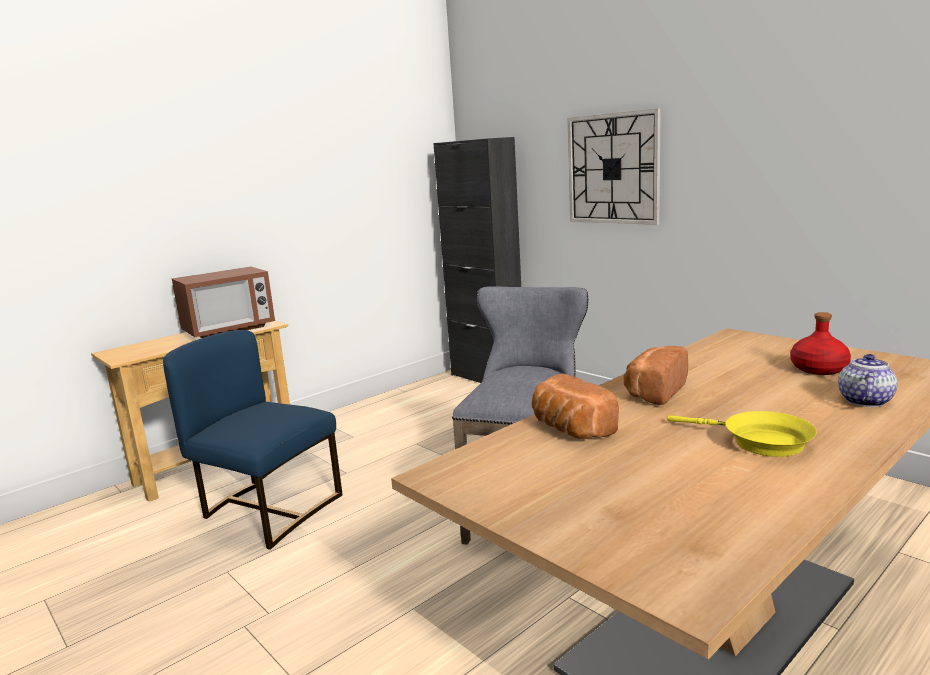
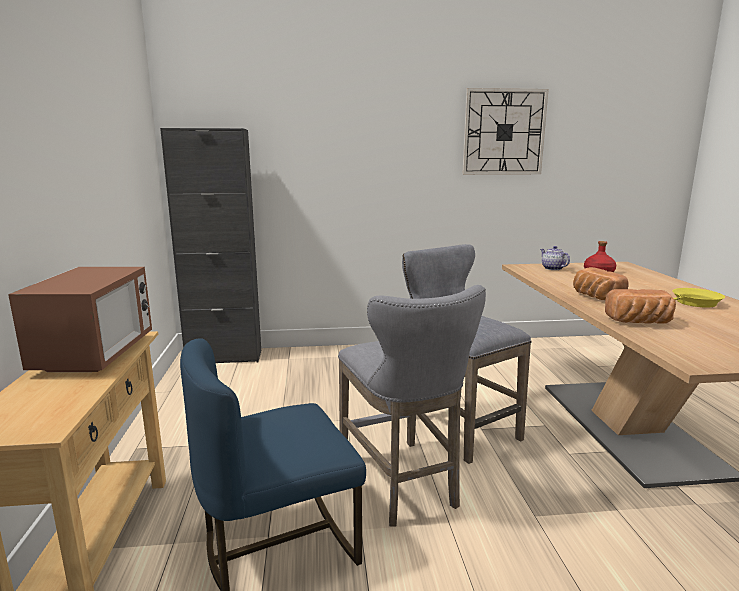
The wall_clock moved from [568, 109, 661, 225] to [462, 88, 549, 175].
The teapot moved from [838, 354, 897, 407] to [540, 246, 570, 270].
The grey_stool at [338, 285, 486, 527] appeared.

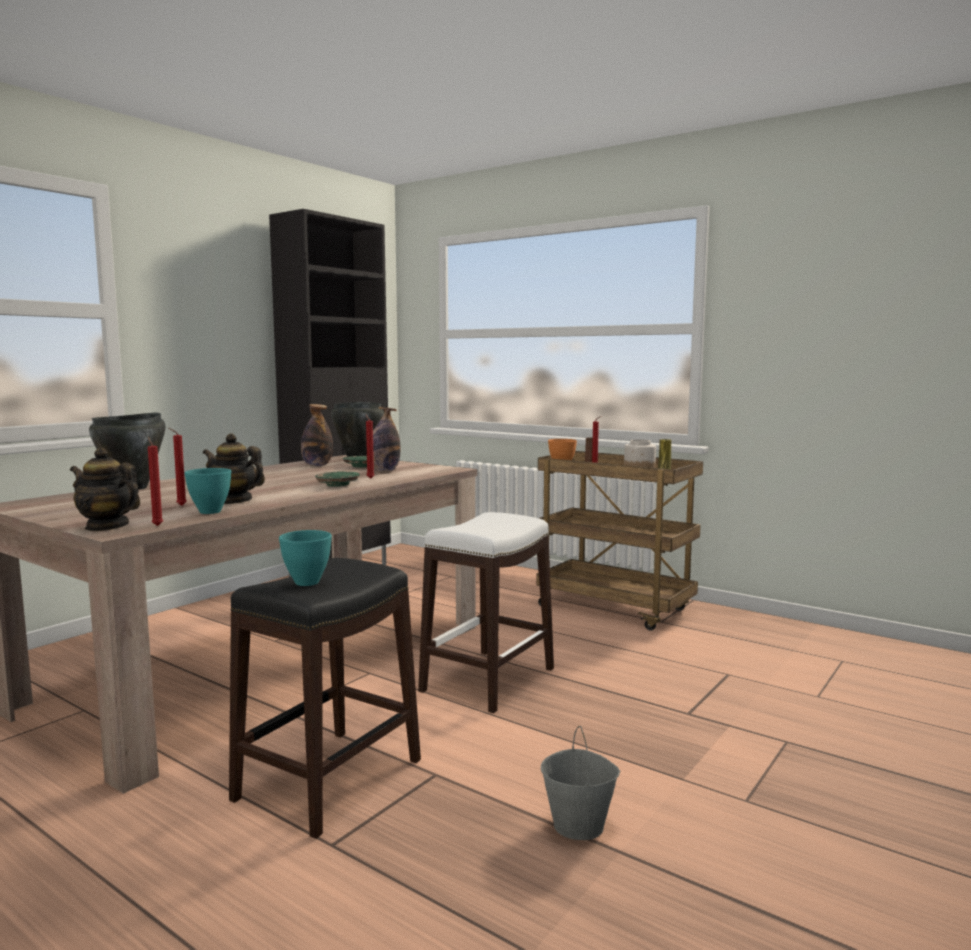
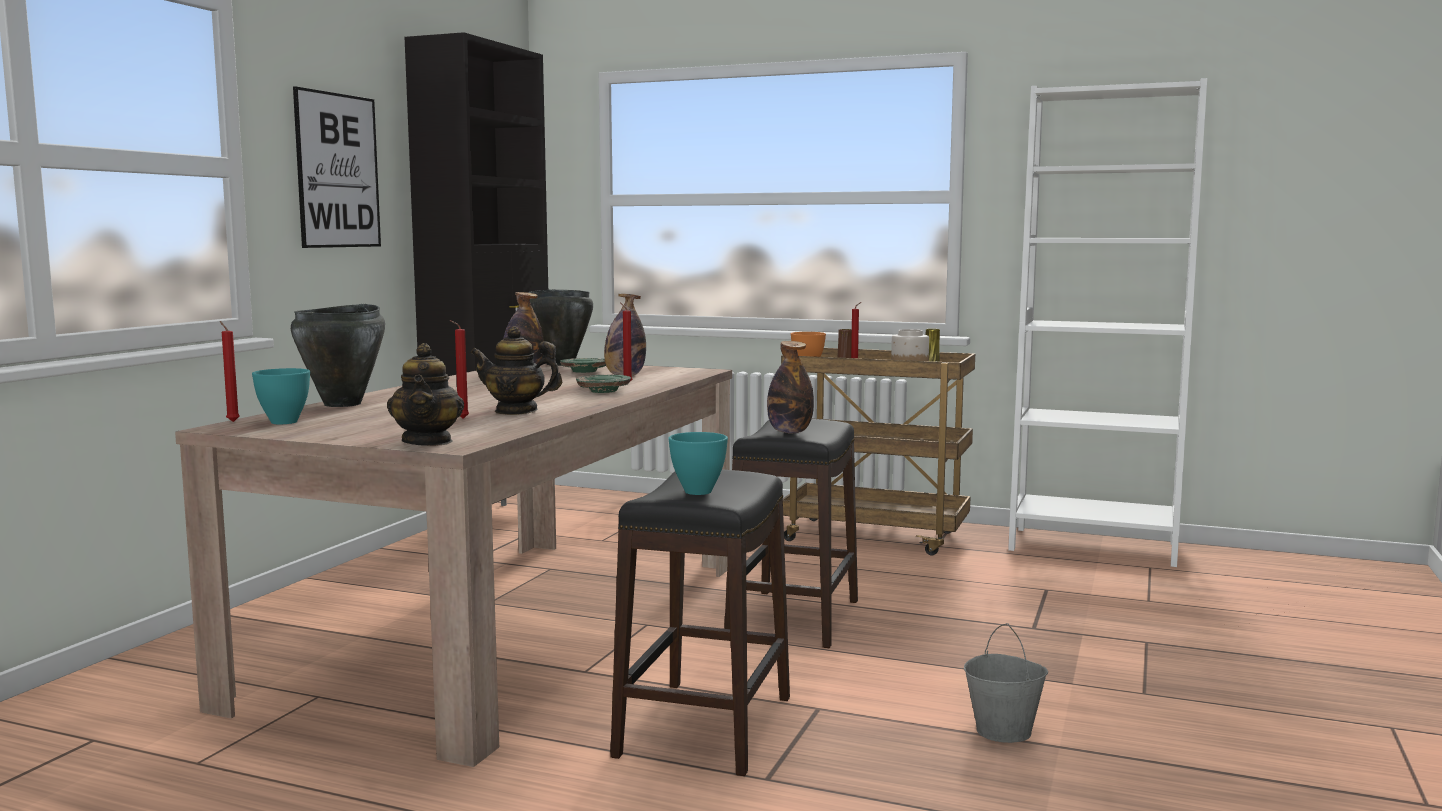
The teapot at [70, 448, 140, 531] turned 105 degrees counterclockwise.
The red_candle moved from [148, 437, 163, 526] to [220, 321, 240, 422].
The turquoise_bowl moved from [185, 468, 231, 514] to [252, 368, 310, 424].
The white_stool at [418, 512, 554, 713] became the black_stool at [724, 419, 858, 648].
The picture at [293, 86, 381, 248] appeared.
The bottle at [767, 341, 814, 433] appeared.
The white_bookcase at [1008, 78, 1207, 567] appeared.

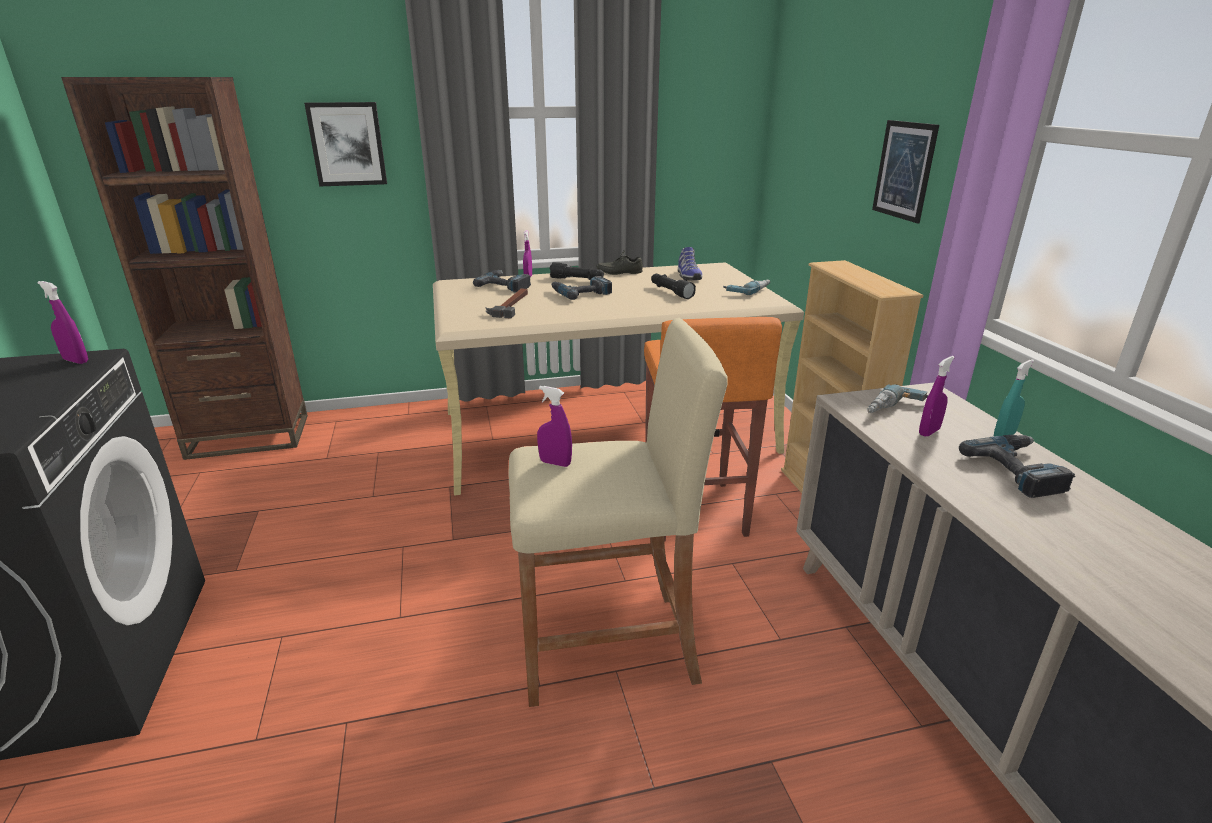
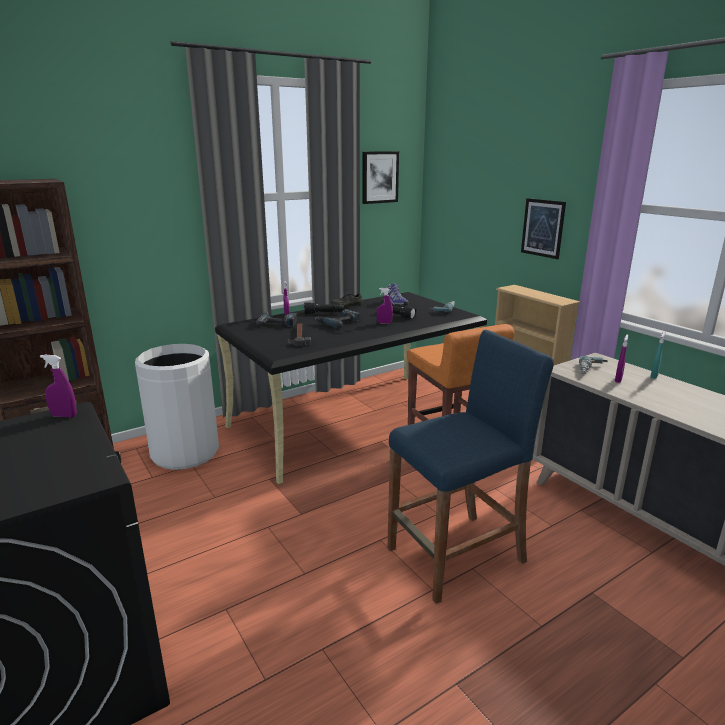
The picture moved from [304, 102, 387, 187] to [363, 151, 399, 204].
The beige_desk at [433, 262, 804, 495] became the black_desk at [215, 292, 487, 484].
The beige_stool at [509, 318, 727, 707] became the blue_stool at [387, 330, 554, 604].
The purple_spray_bottle moved from [537, 386, 572, 467] to [377, 288, 393, 324].
The power_drill at [959, 435, 1075, 498] disappeared.
The white_trash_can at [135, 344, 219, 470] appeared.

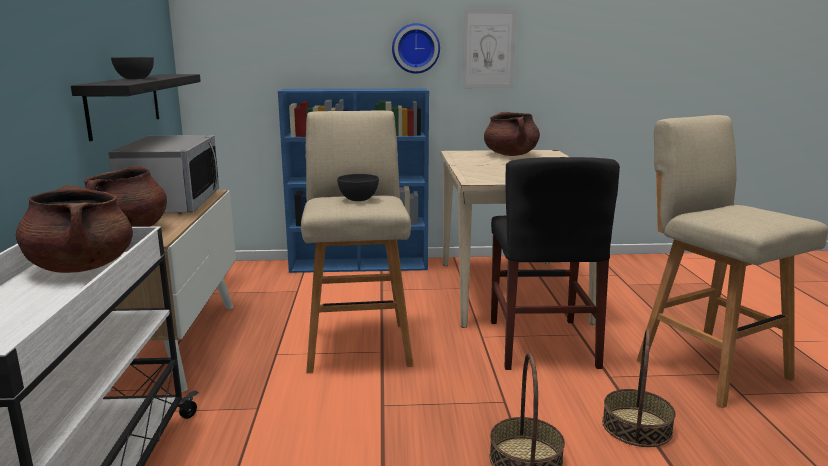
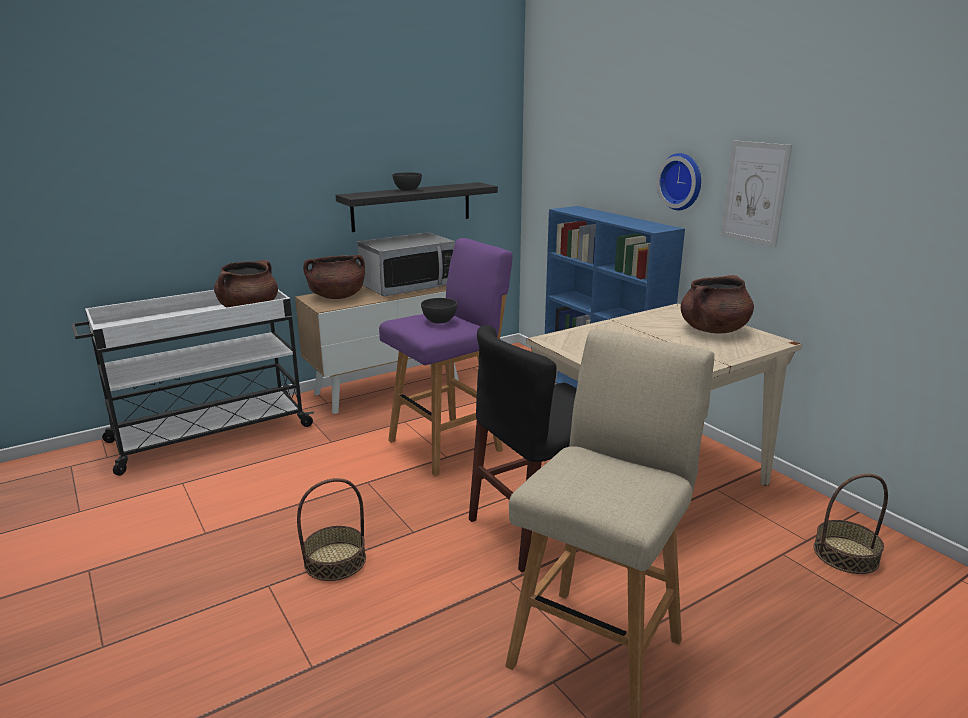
The beige_stool at [301, 111, 414, 373] became the purple_stool at [379, 238, 513, 476].
The basket moved from [602, 329, 676, 447] to [814, 474, 888, 574].

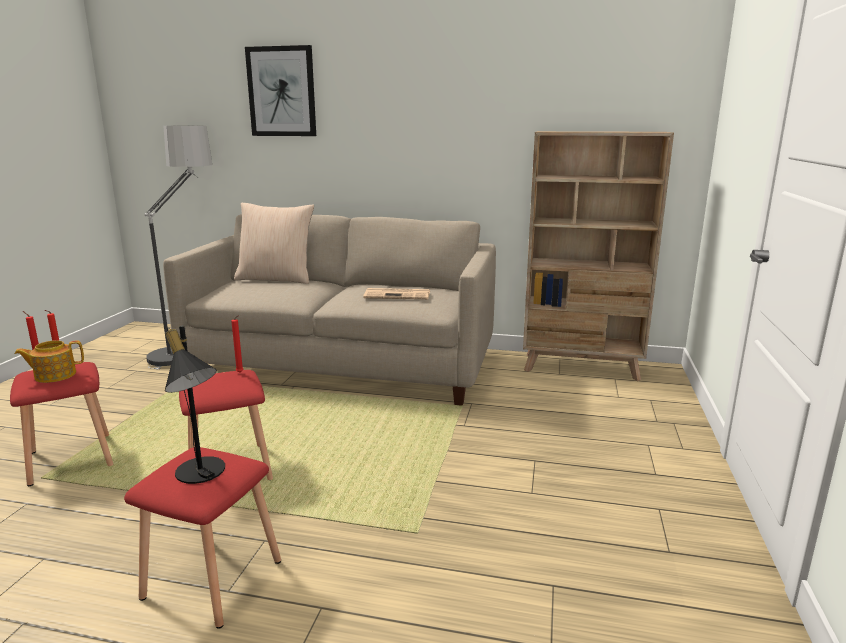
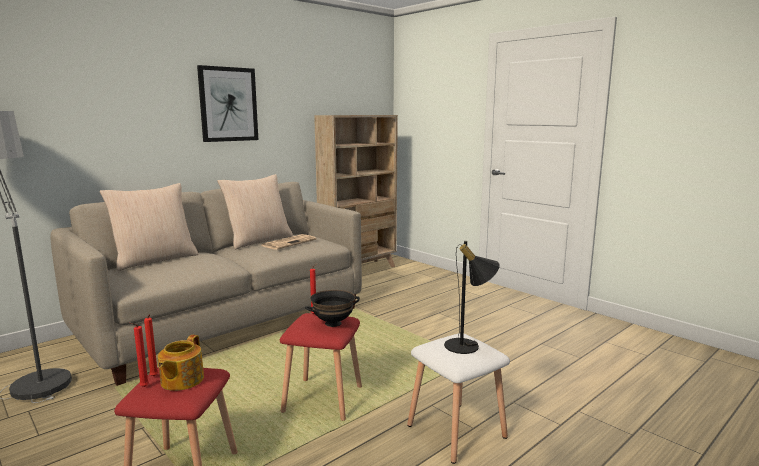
The red_stool at [124, 447, 281, 629] became the white_stool at [407, 333, 510, 464].
The picture moved from [245, 45, 316, 136] to [197, 65, 258, 142].
The beige_pillow at [217, 174, 293, 249] appeared.
The black_bowl at [305, 290, 360, 327] appeared.

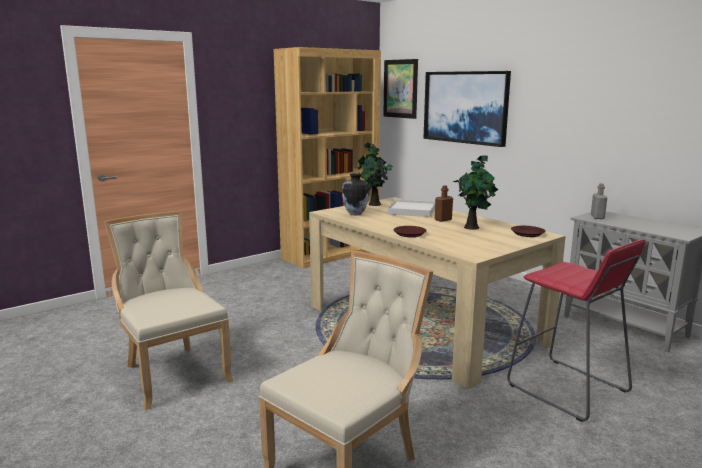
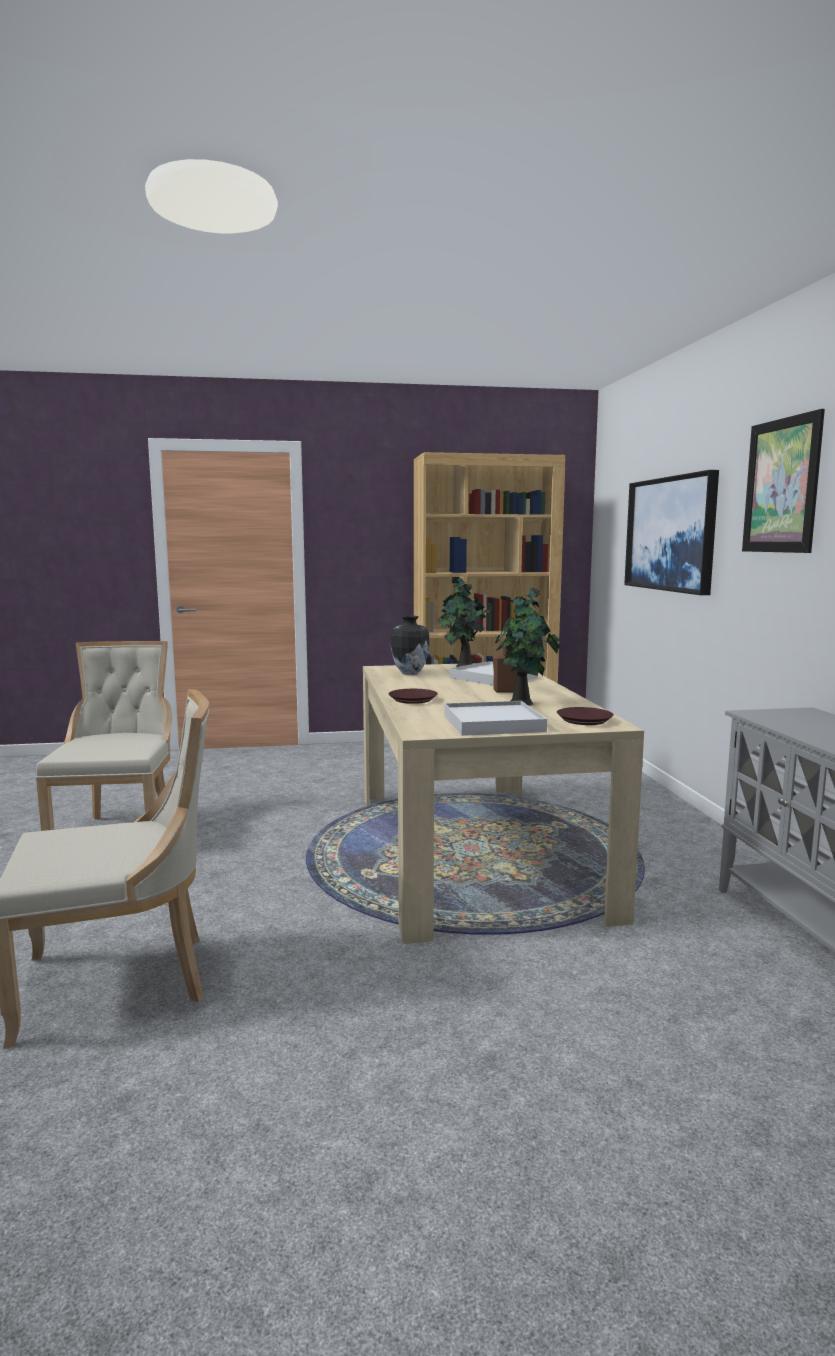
The picture moved from [383, 59, 418, 119] to [742, 409, 825, 553].
The red_stool at [507, 239, 646, 422] disappeared.
The grey_bottle at [591, 183, 607, 219] disappeared.
The white_tray at [444, 701, 547, 736] appeared.

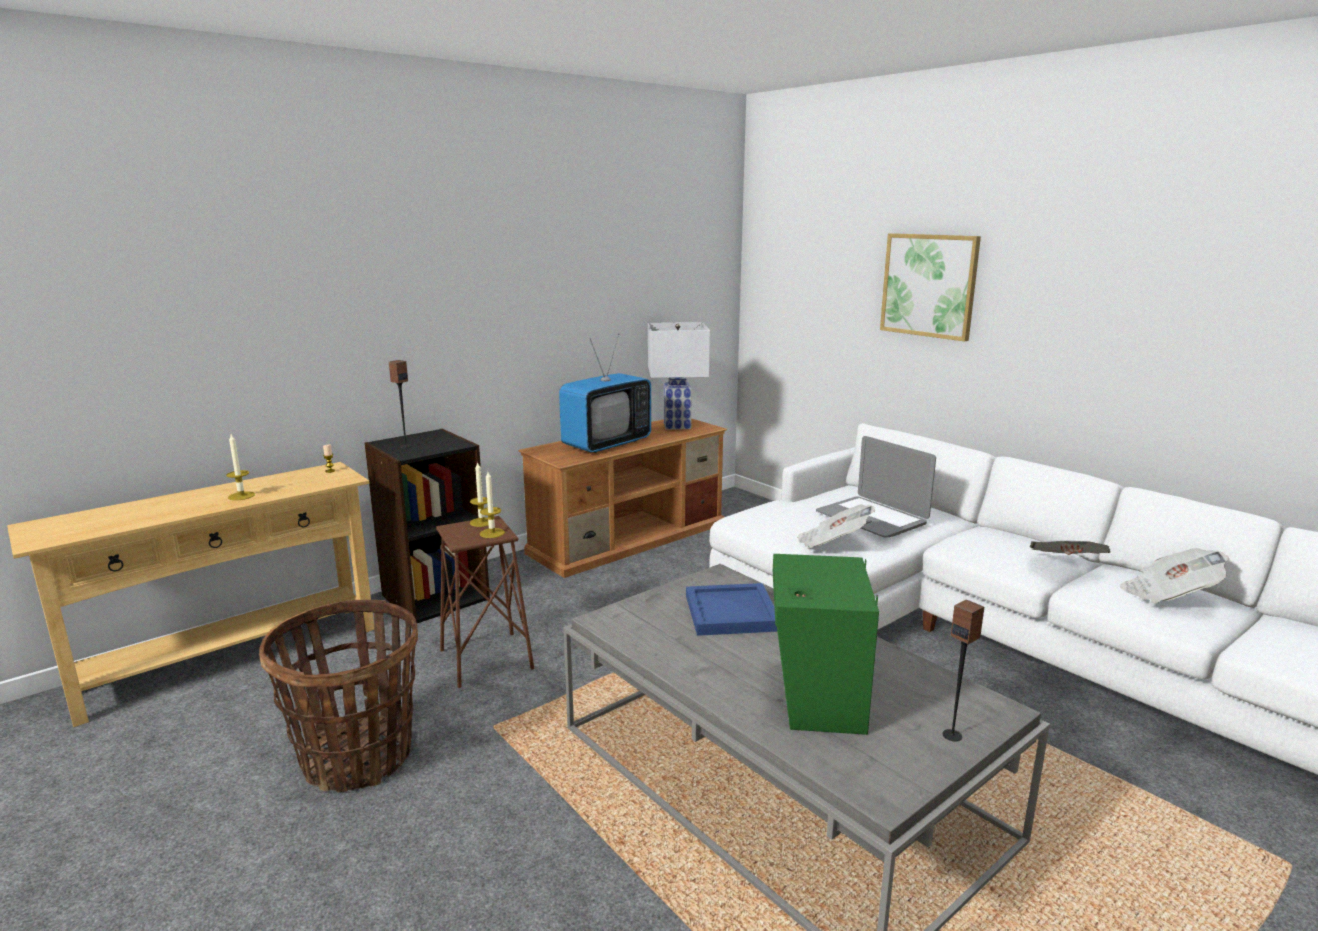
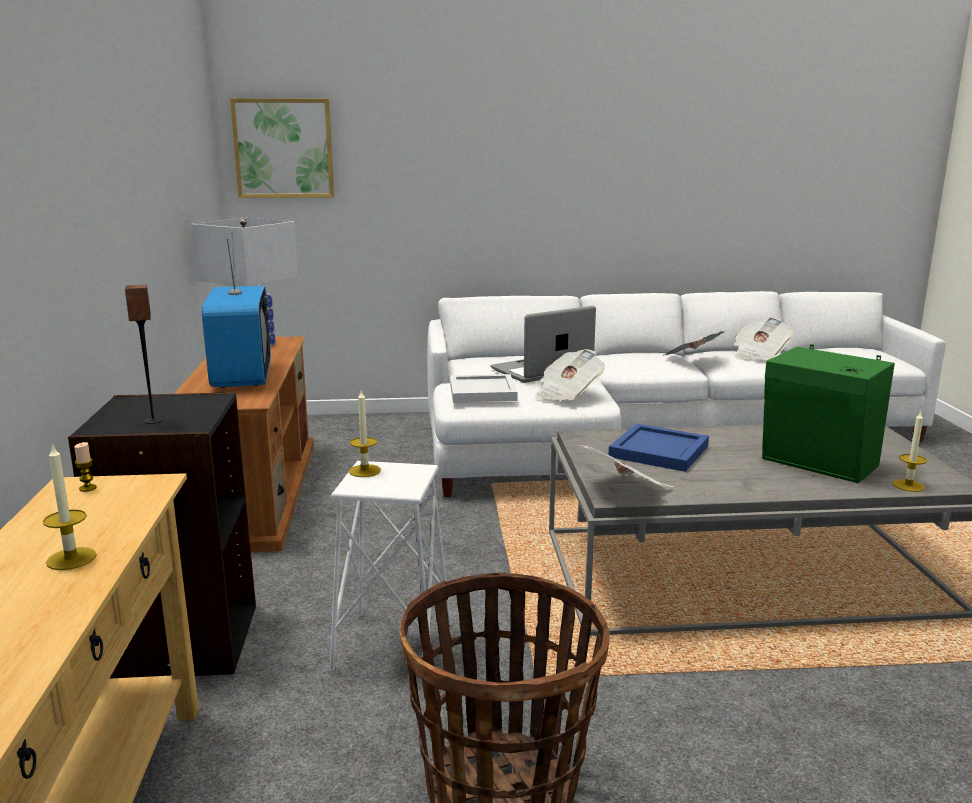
The brown_stool at [436, 516, 534, 688] became the white_stool at [330, 461, 452, 671].
The candle moved from [480, 472, 504, 538] to [893, 412, 927, 492].
The laptop at [816, 436, 936, 538] turned 150 degrees clockwise.
The picture moved from [880, 233, 981, 342] to [230, 98, 334, 198].
The speaker at [943, 600, 984, 742] disappeared.
The white_tray at [450, 374, 518, 402] appeared.
The newspaper at [581, 445, 673, 487] appeared.

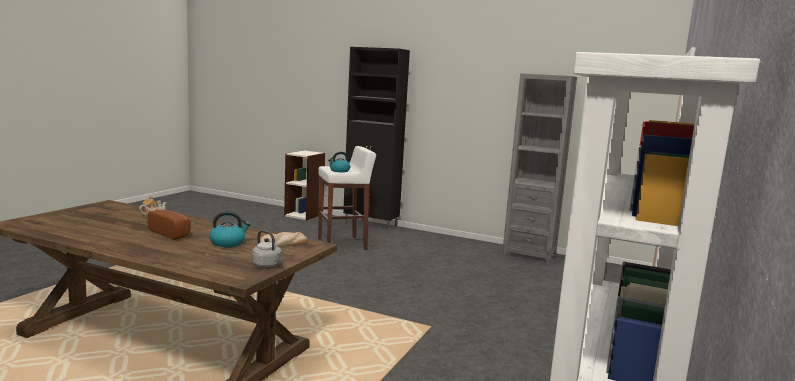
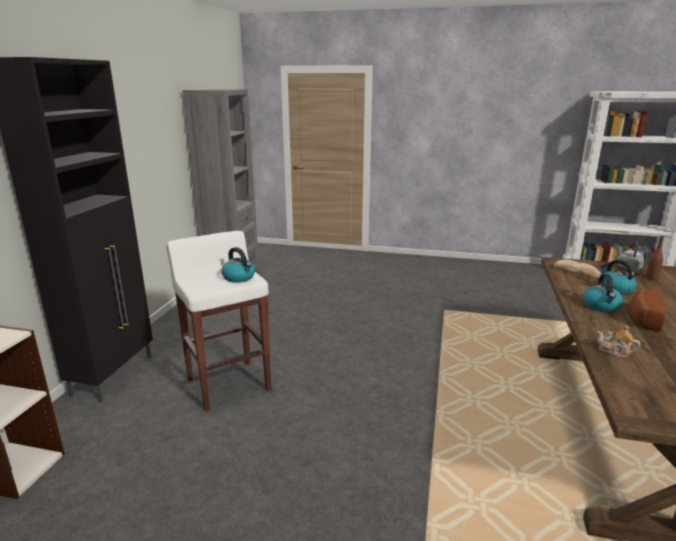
The kettle at [583, 274, 623, 312] appeared.
The brown_bottle at [646, 236, 664, 280] appeared.

